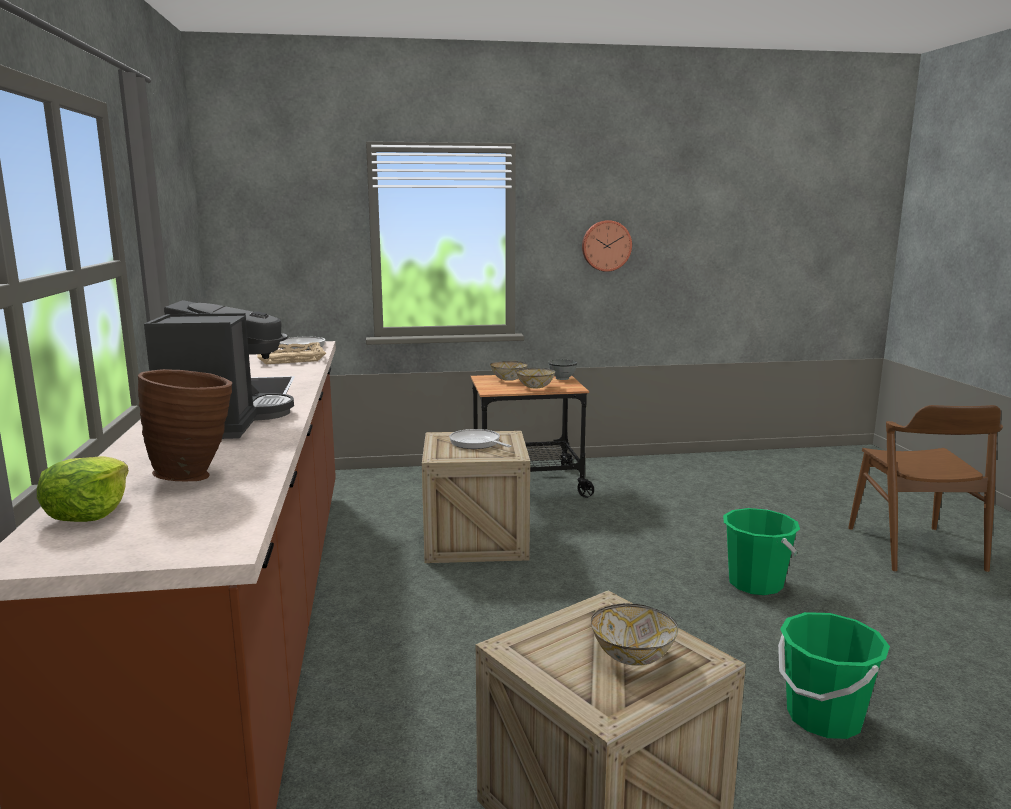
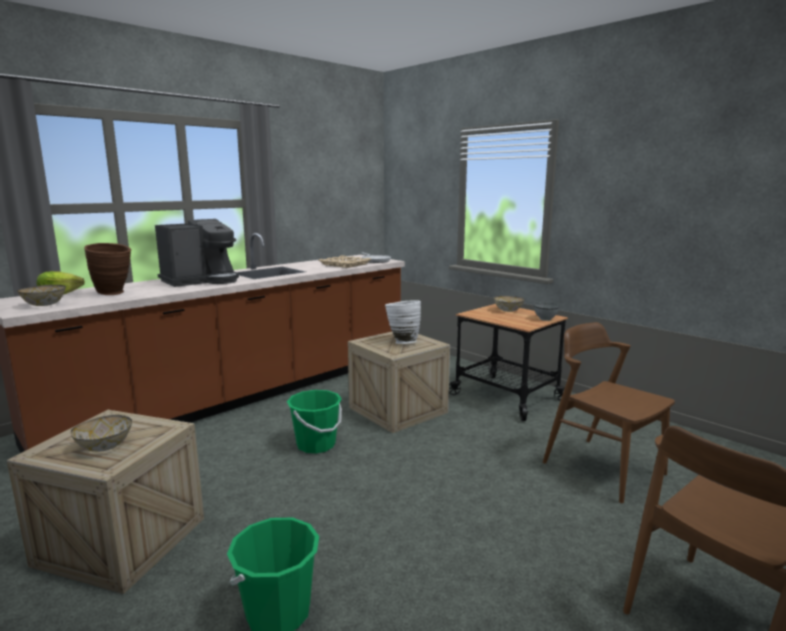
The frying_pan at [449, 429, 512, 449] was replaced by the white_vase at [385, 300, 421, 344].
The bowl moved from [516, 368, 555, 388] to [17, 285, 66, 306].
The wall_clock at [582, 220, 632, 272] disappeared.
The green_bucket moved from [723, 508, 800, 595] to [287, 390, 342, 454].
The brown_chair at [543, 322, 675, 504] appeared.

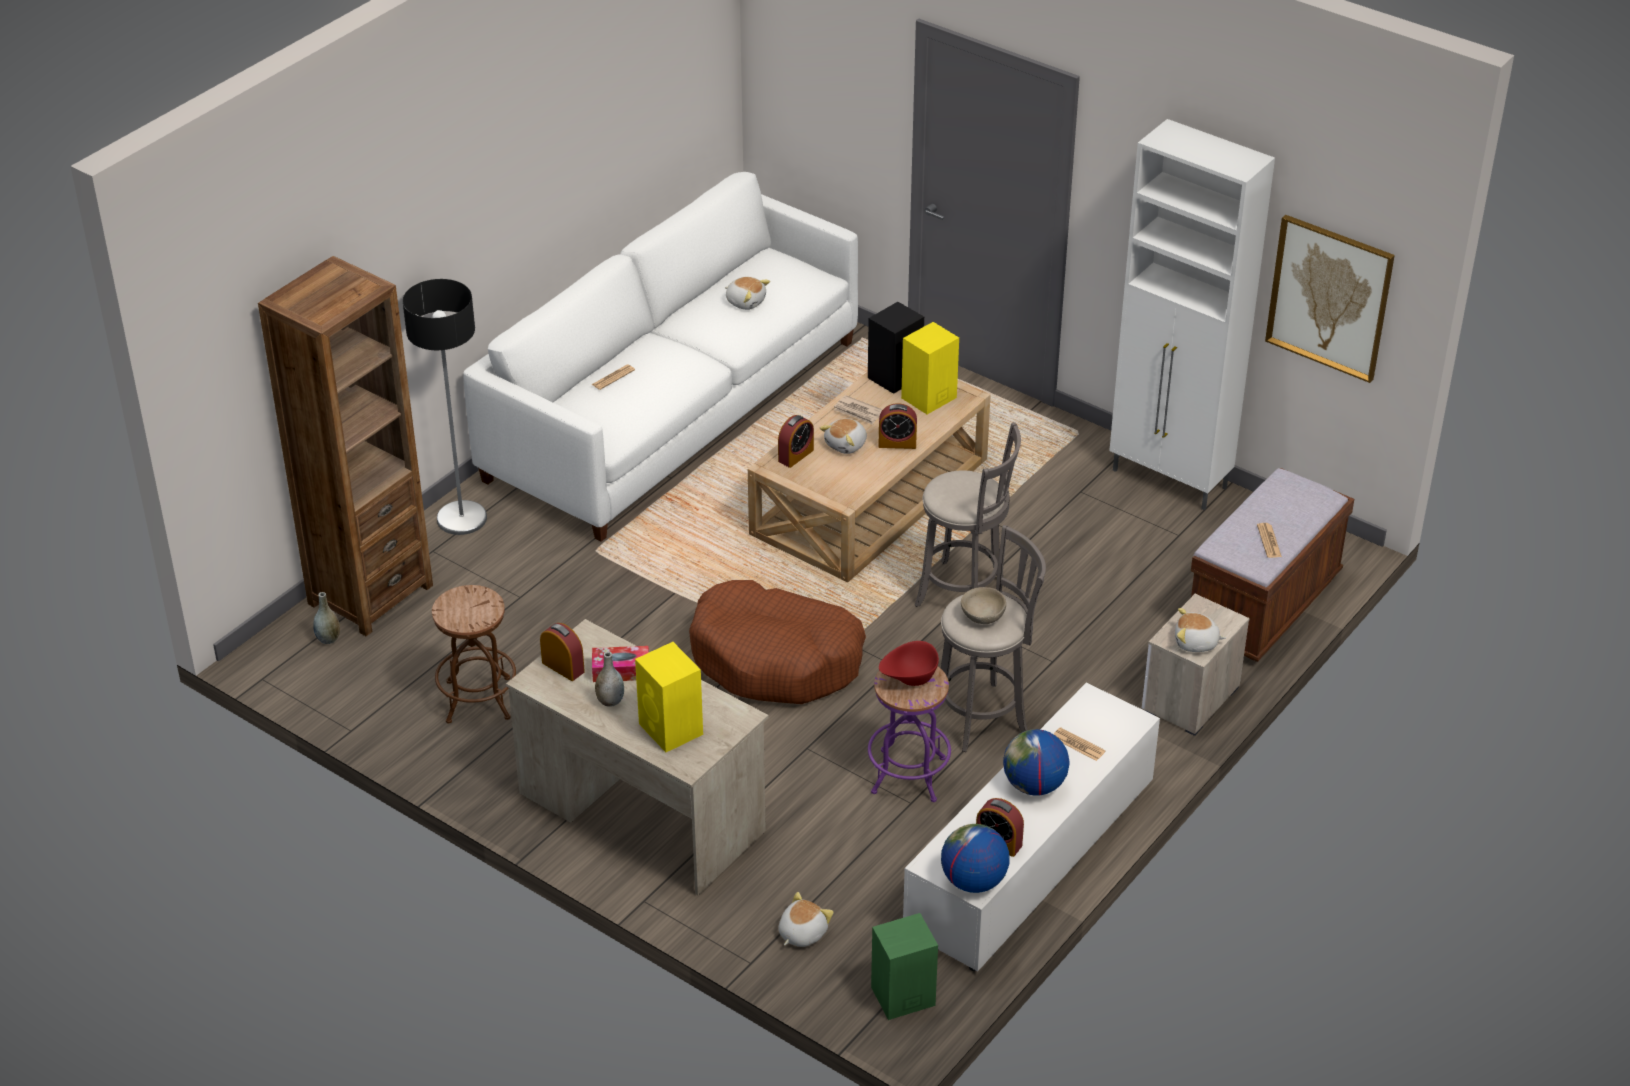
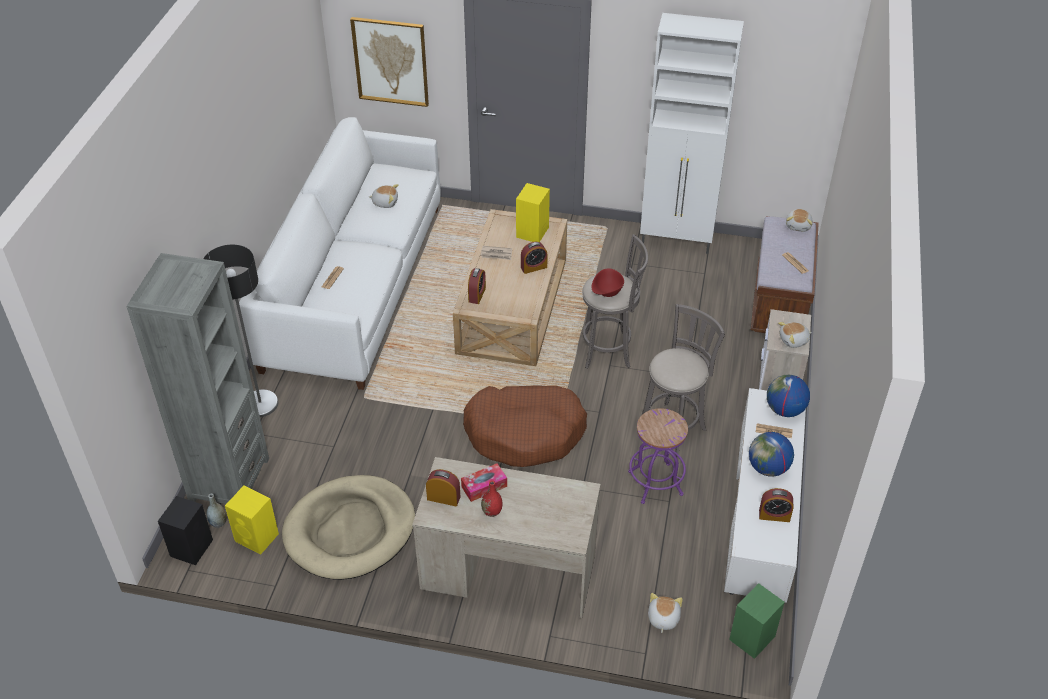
The brown_bookcase at [258, 256, 433, 636] became the grey_bookcase at [126, 253, 269, 504].
The brown_stool at [432, 585, 516, 723] was replaced by the beige_dog_bed at [282, 475, 415, 580].
The grey_vase at [595, 652, 624, 707] became the red_vase at [481, 480, 502, 517].
The yellow_speaker moved from [635, 642, 703, 752] to [225, 485, 279, 555].
The plush_toy moved from [820, 418, 867, 454] to [786, 209, 813, 232].
The black_speaker moved from [868, 302, 924, 394] to [158, 496, 213, 565].
The red_bowl moved from [879, 641, 939, 686] to [592, 268, 624, 297].
The globe moved from [941, 824, 1009, 893] to [767, 375, 810, 417].
The beige_bowl at [961, 587, 1006, 624] disappeared.
The picture moved from [1265, 215, 1395, 383] to [350, 17, 429, 107].

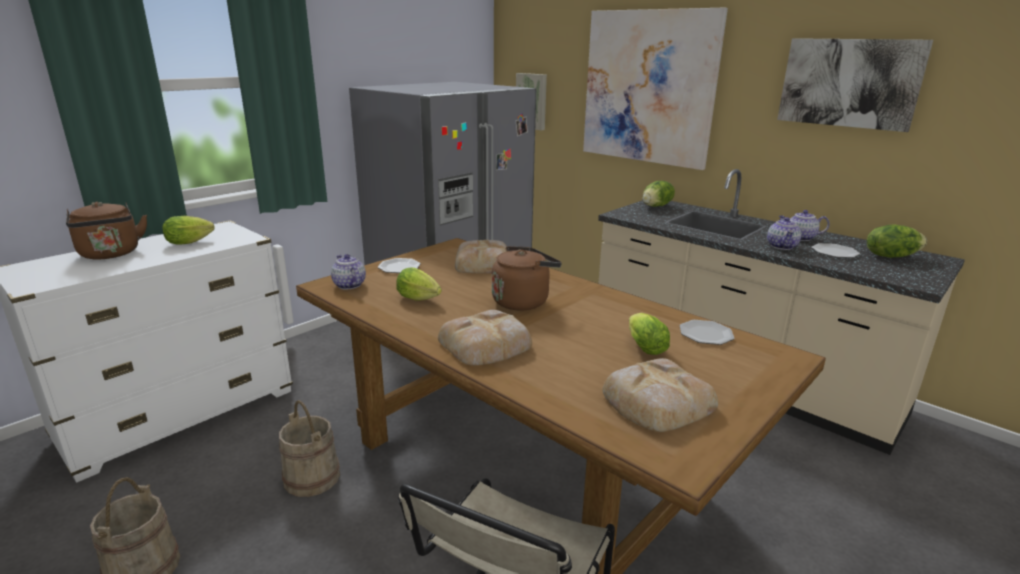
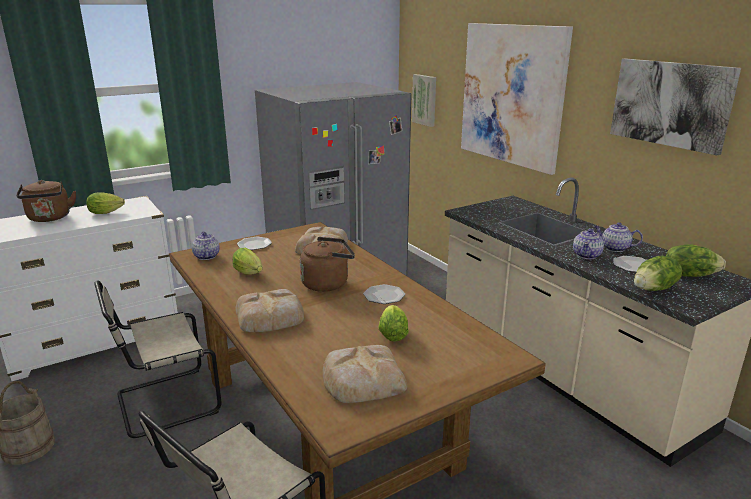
The beige_bucket at [279, 400, 340, 497] was replaced by the beige_chair at [94, 280, 221, 438].
The lettuce moved from [642, 181, 675, 207] to [634, 256, 682, 291].
The plate moved from [680, 320, 734, 345] to [363, 284, 405, 304].

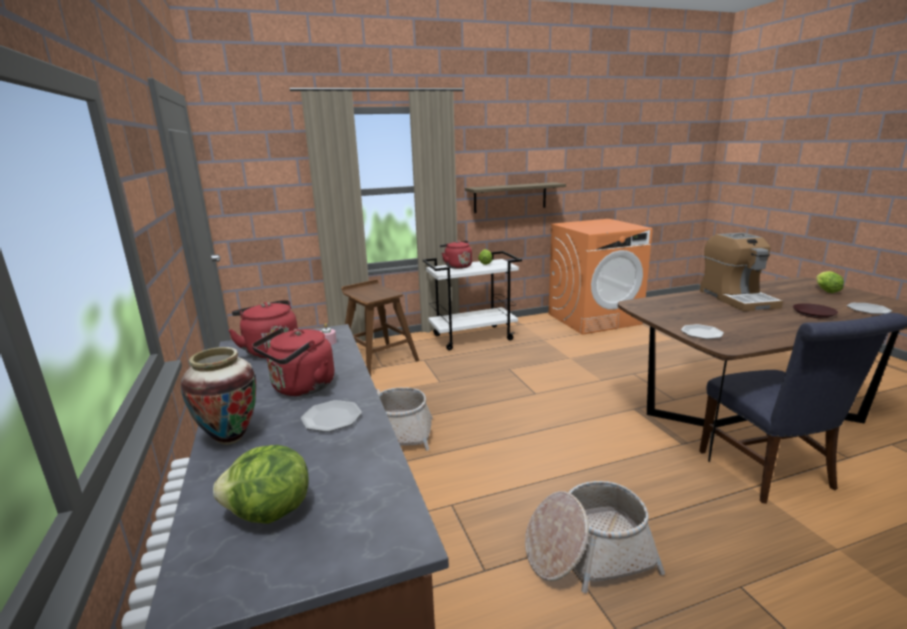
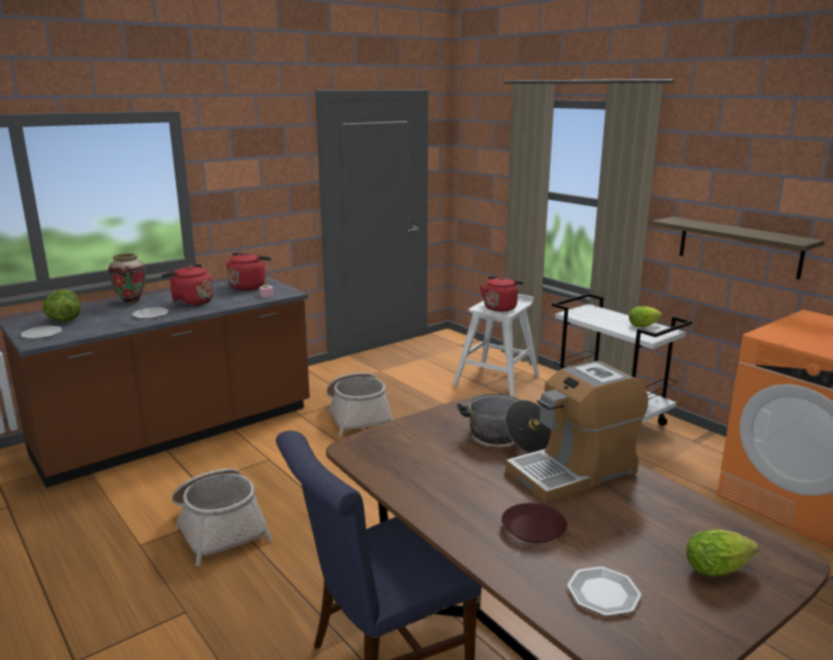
The brown_stool at [342, 279, 419, 376] became the white_stool at [453, 294, 539, 397].
The red_kettle moved from [440, 241, 472, 269] to [480, 277, 523, 312].
The plate moved from [681, 324, 724, 339] to [21, 326, 62, 339].
The cooking_pot at [457, 394, 551, 453] appeared.

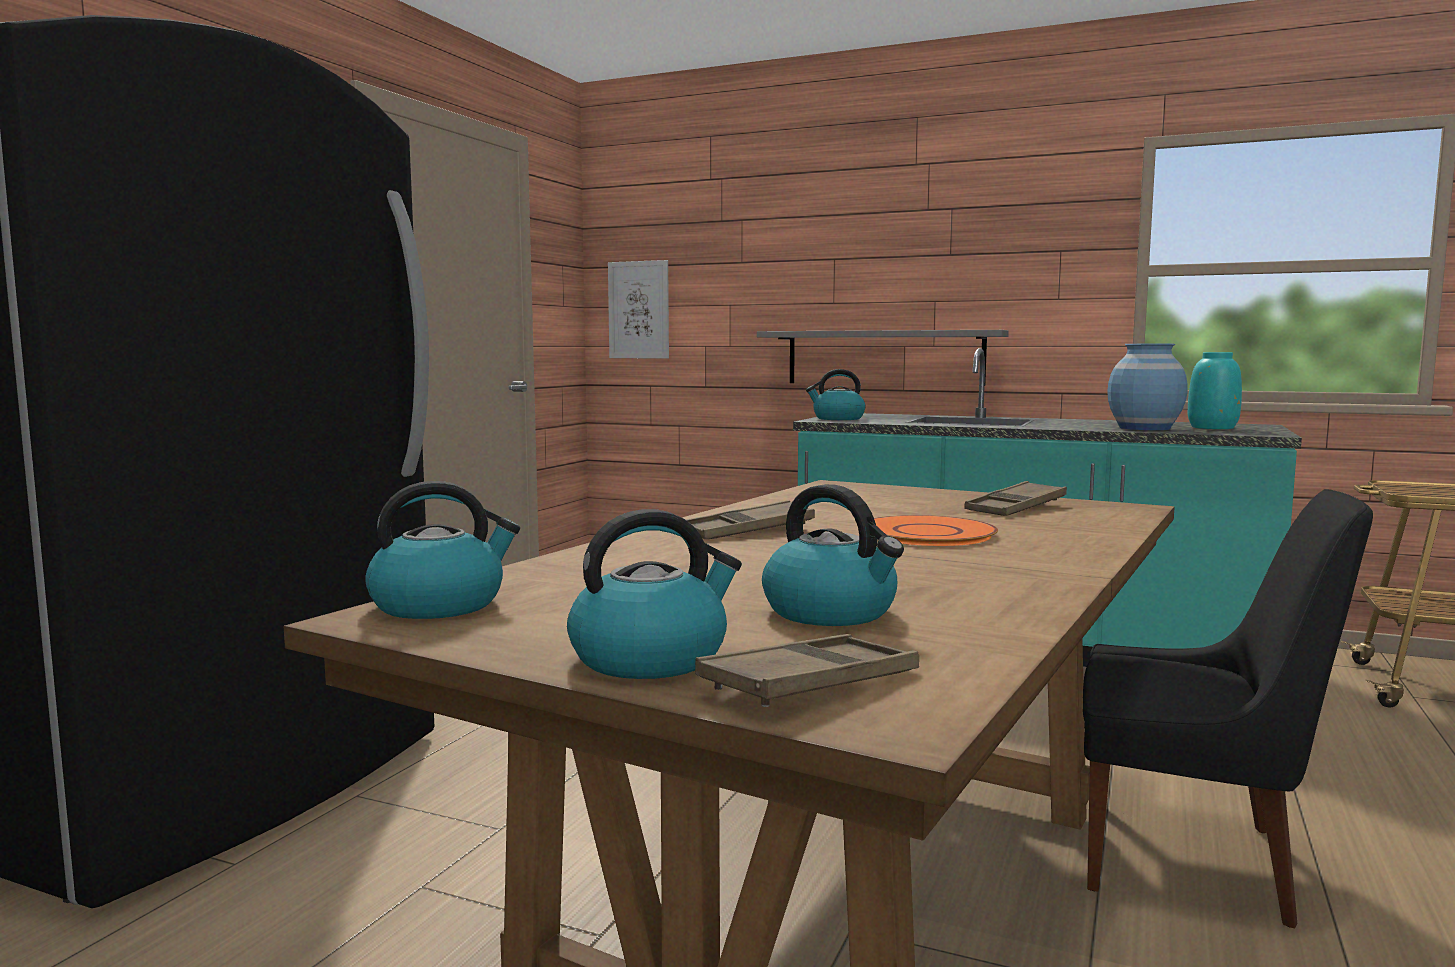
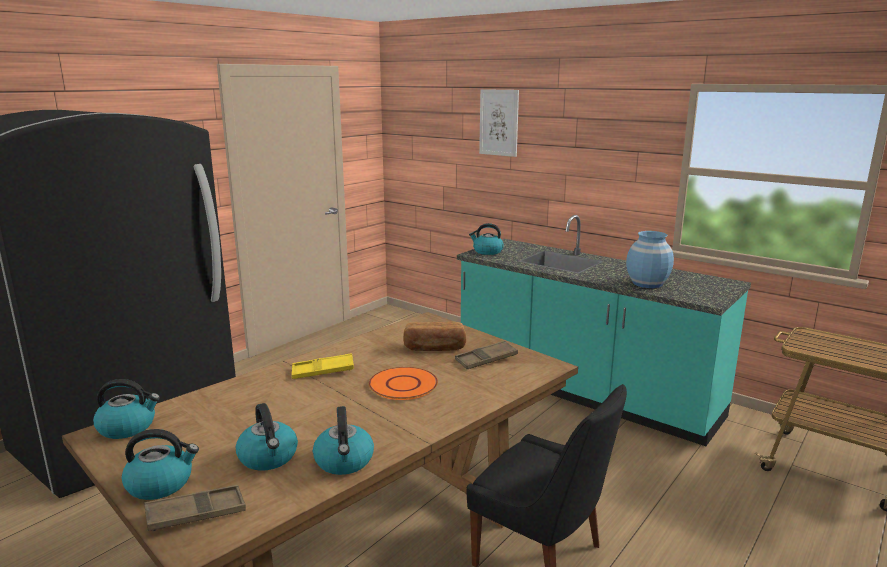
The picture moved from [608, 260, 669, 359] to [479, 89, 519, 157].
The brown_tray at [686, 500, 815, 539] became the yellow_tray at [291, 353, 354, 379].
The grey_shelf at [757, 330, 1009, 383] disappeared.
The turquoise_vase at [1188, 352, 1242, 429] disappeared.
The kettle at [313, 406, 374, 475] appeared.
The bread at [403, 322, 466, 351] appeared.

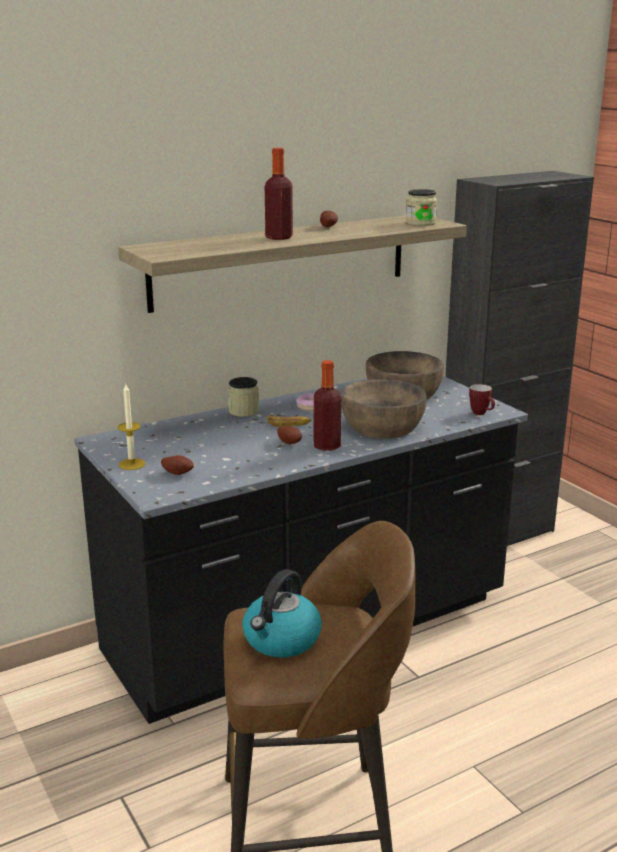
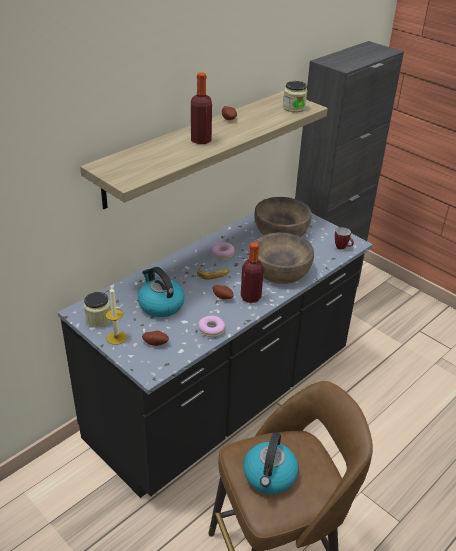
The jar moved from [228, 377, 259, 417] to [84, 292, 111, 328].
The kettle at [138, 267, 185, 317] appeared.
The donut at [198, 316, 225, 337] appeared.

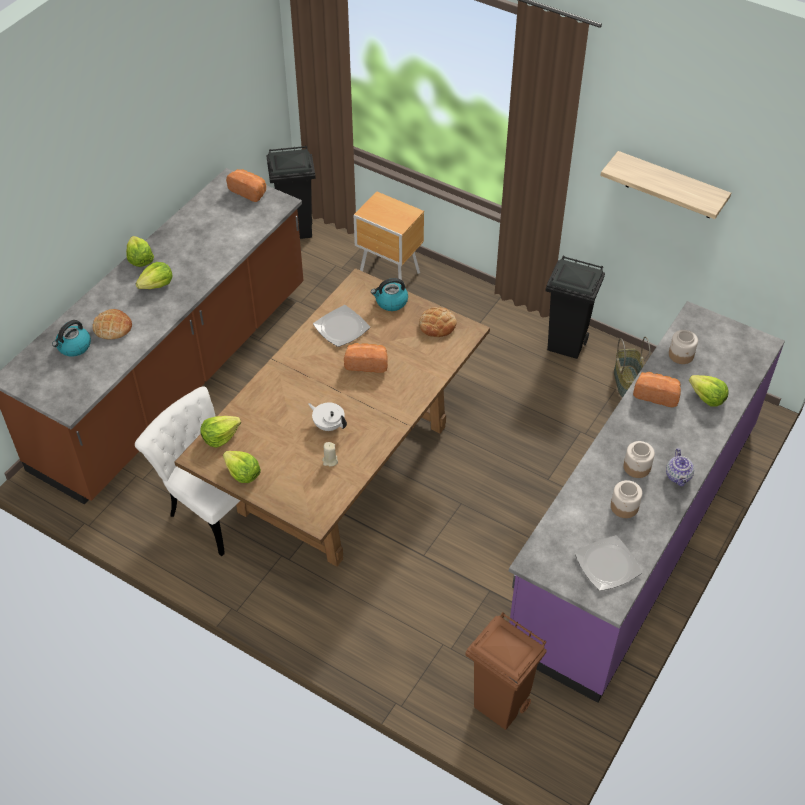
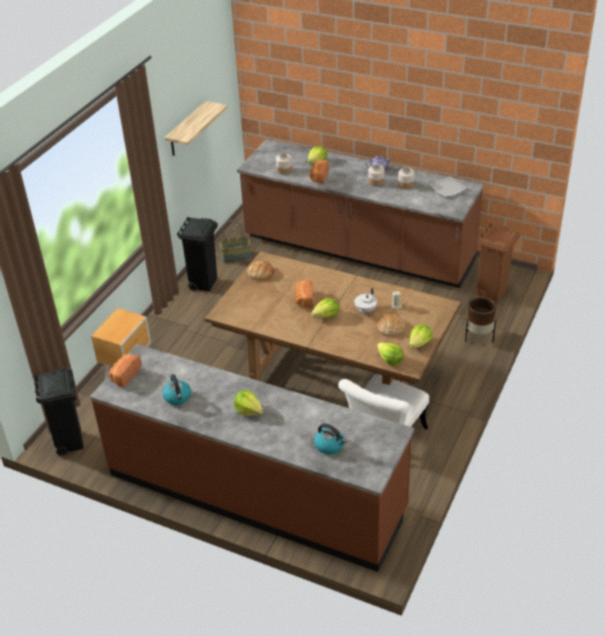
The bread moved from [92, 309, 132, 340] to [376, 313, 405, 336].
The lettuce moved from [126, 236, 154, 267] to [311, 298, 339, 318].
The plate at [313, 305, 370, 347] disappeared.
The kettle moved from [371, 278, 408, 311] to [162, 374, 191, 405].
The purple_counter at [509, 301, 785, 703] became the brown_counter at [237, 139, 484, 288].
The brown_planter at [465, 297, 496, 343] appeared.

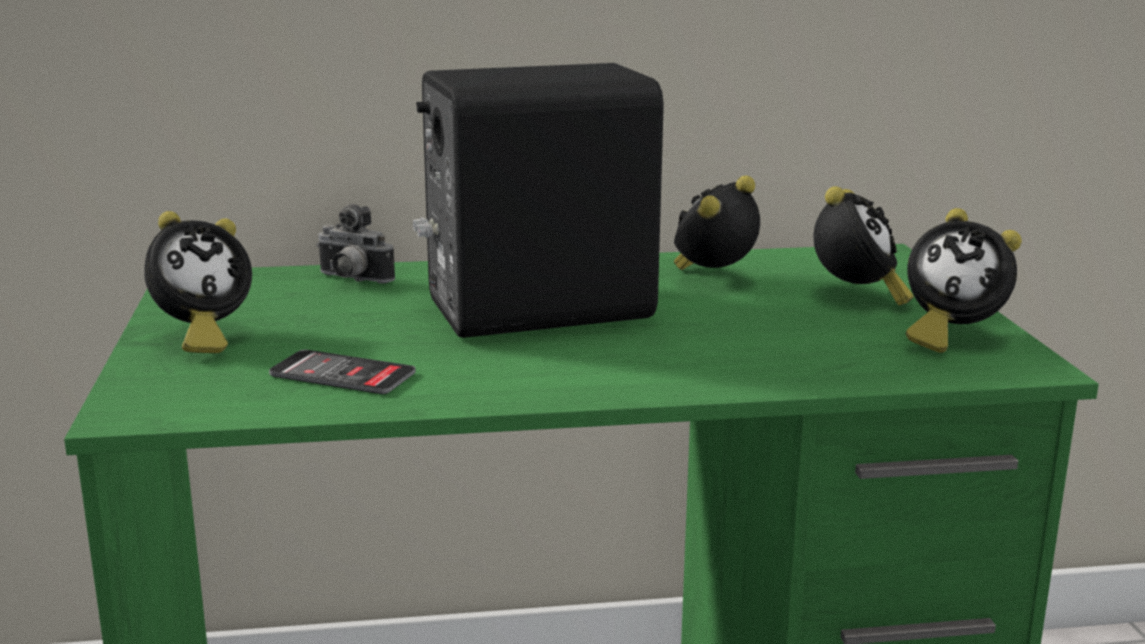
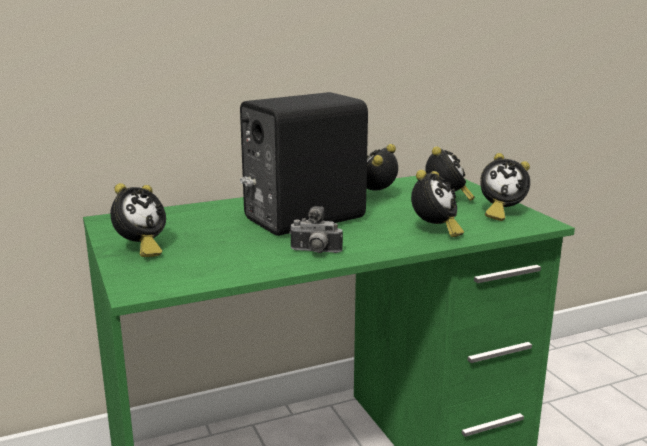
The phone at [269, 350, 416, 394] disappeared.
The photo_camera moved from [316, 204, 395, 284] to [289, 206, 343, 253].
The alarm_clock at [411, 170, 464, 237] appeared.

